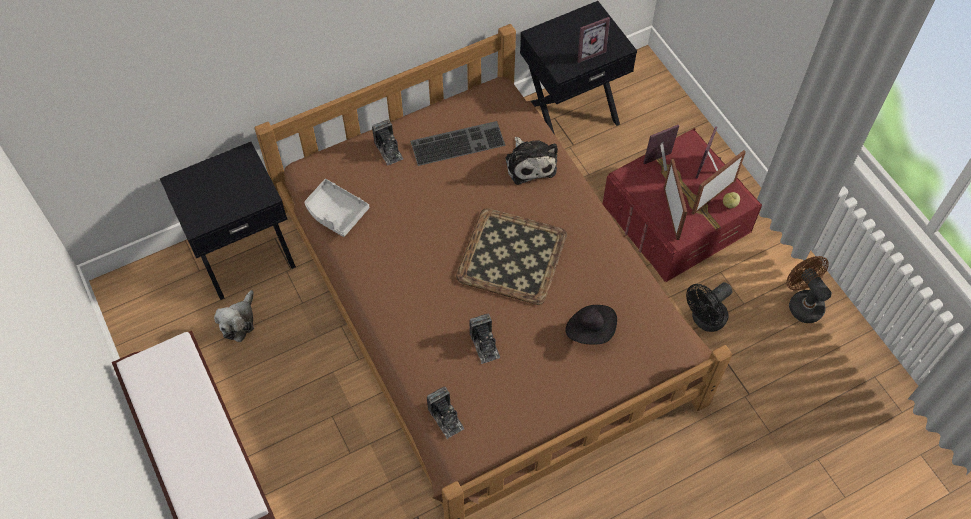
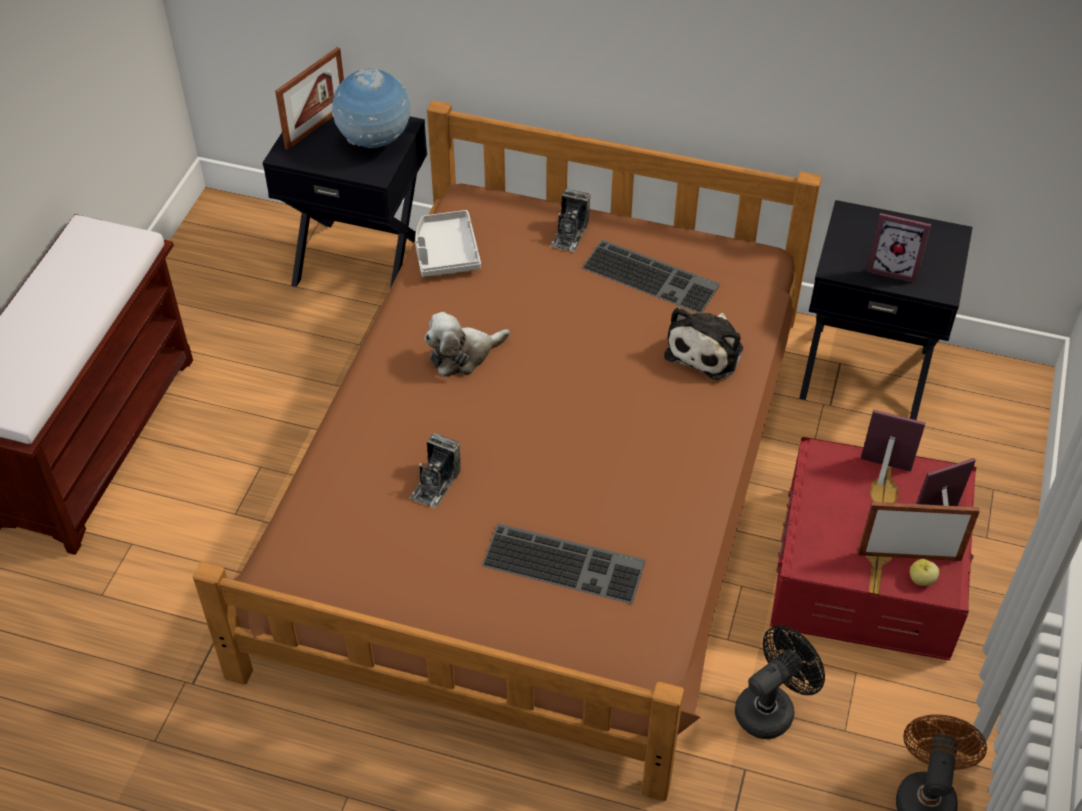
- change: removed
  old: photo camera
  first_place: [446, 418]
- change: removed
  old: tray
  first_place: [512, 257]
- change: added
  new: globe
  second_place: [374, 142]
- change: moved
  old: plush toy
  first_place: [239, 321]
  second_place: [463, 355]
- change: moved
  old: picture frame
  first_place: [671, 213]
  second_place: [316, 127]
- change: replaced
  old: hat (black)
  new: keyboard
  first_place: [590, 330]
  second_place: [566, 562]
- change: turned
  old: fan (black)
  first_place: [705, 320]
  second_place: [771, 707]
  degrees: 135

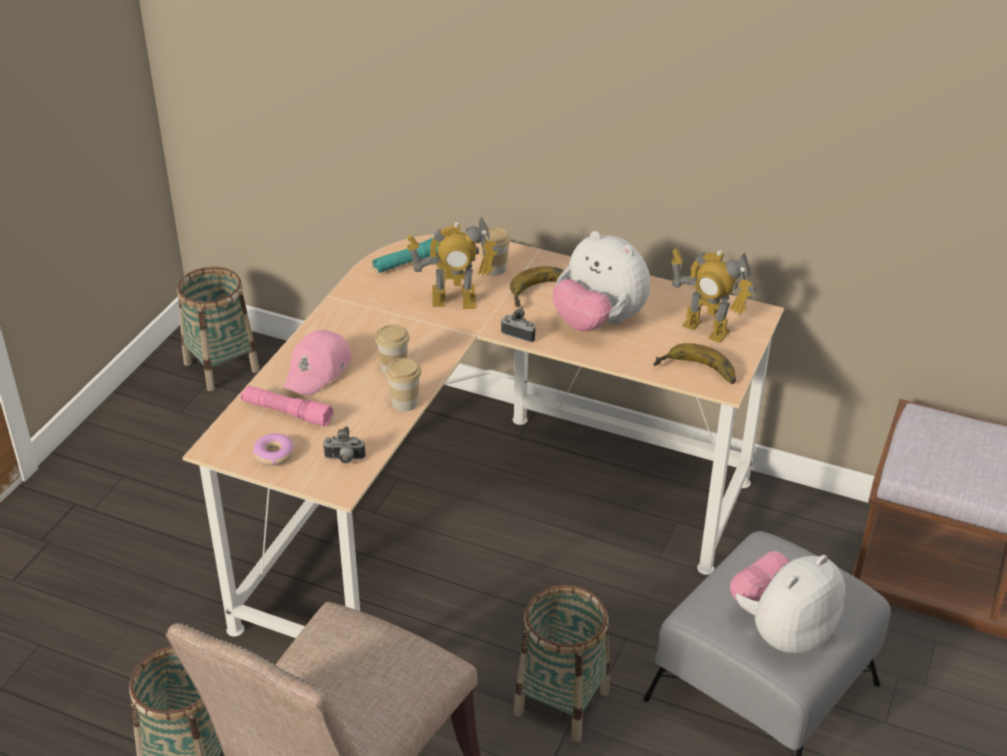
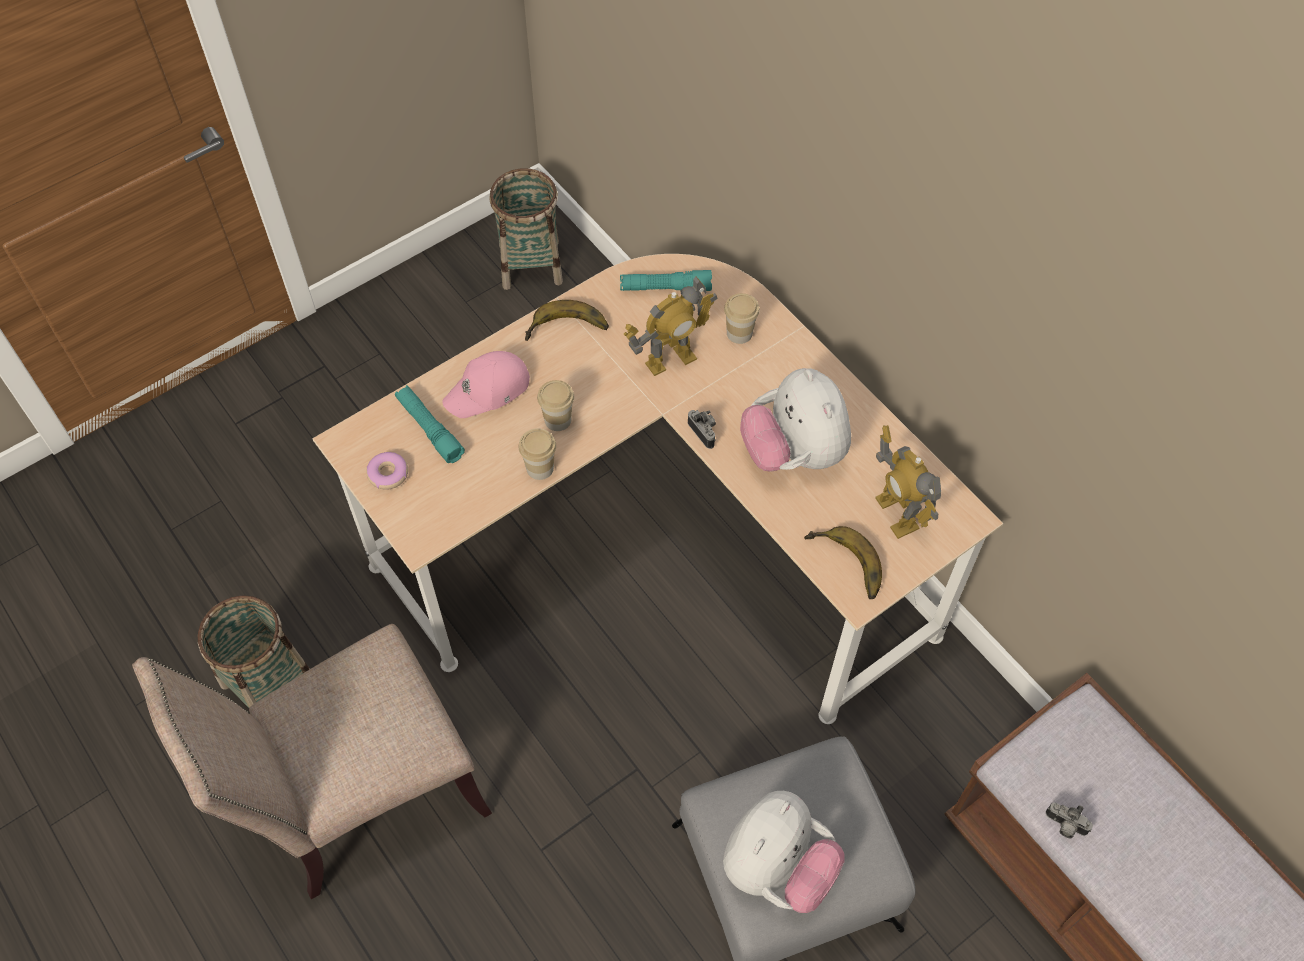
- change: removed
  old: basket
  first_place: [561, 702]
- change: moved
  old: photo camera
  first_place: [344, 459]
  second_place: [1064, 826]
- change: moved
  old: banana
  first_place: [543, 293]
  second_place: [567, 331]
- change: recoloured
  old: flashlight (pink)
  new: flashlight (turquoise)
  first_place: [287, 412]
  second_place: [429, 429]
- change: turned
  old: toy robot
  first_place: [454, 302]
  second_place: [670, 360]
  degrees: -60
- change: turned
  old: plush toy
  first_place: [781, 631]
  second_place: [777, 868]
  degrees: 135

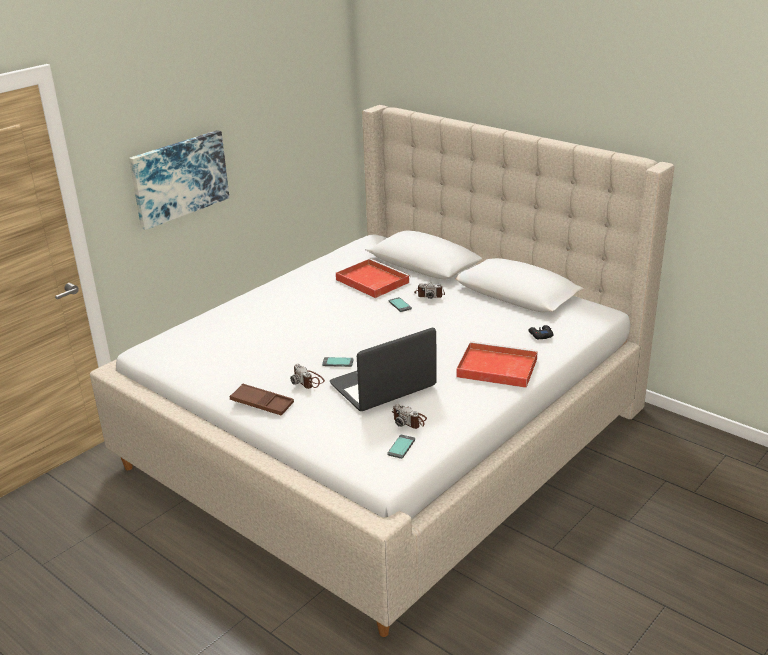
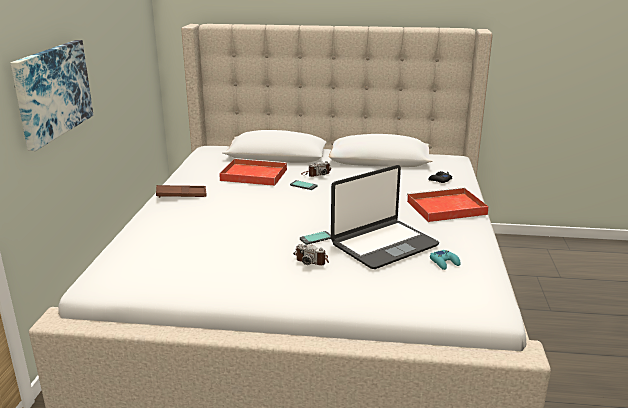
- change: removed
  old: phone
  first_place: [401, 447]
- change: moved
  old: tray (brown)
  first_place: [262, 403]
  second_place: [181, 195]
- change: replaced
  old: photo camera
  new: game controller (turquoise)
  first_place: [409, 420]
  second_place: [444, 262]
- change: turned
  old: laptop
  first_place: [383, 386]
  second_place: [383, 244]
  degrees: -150

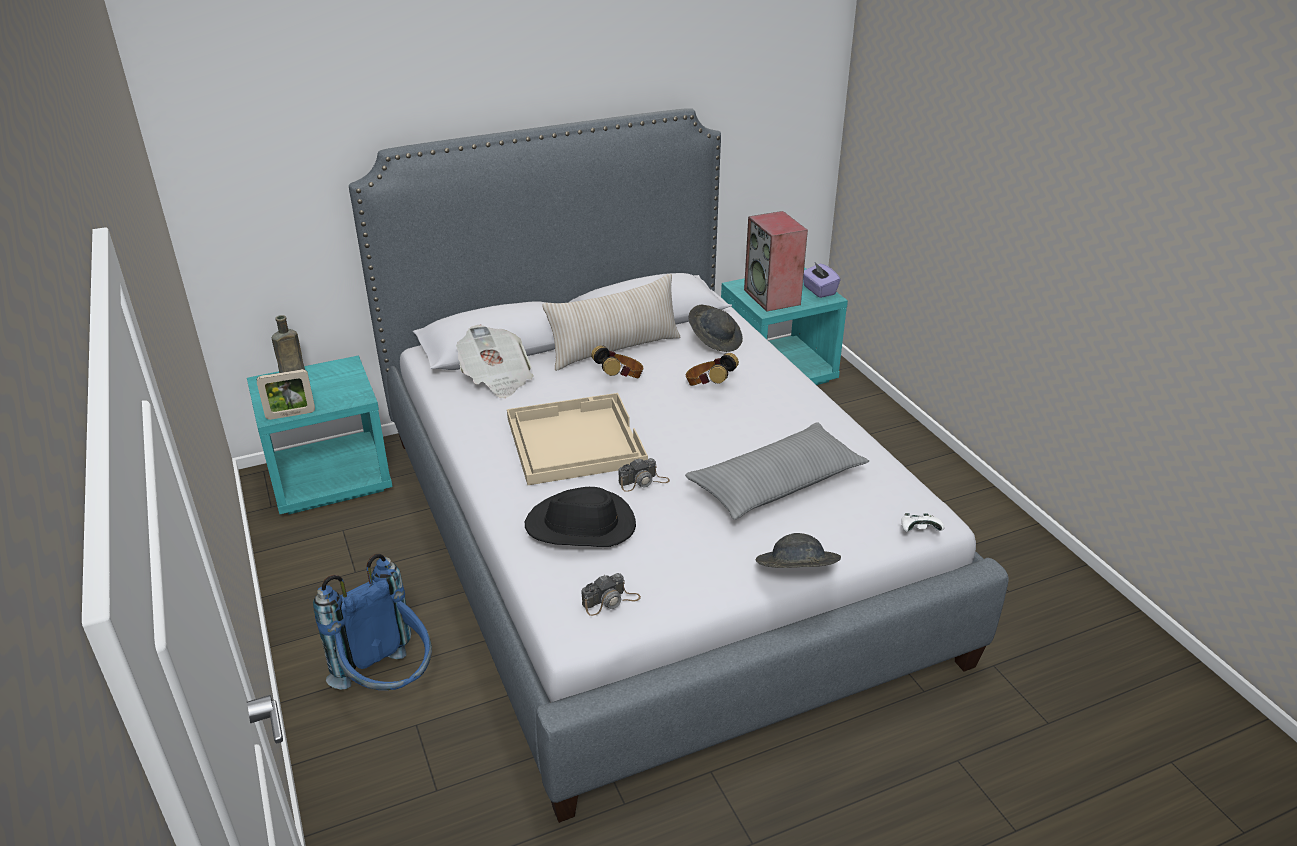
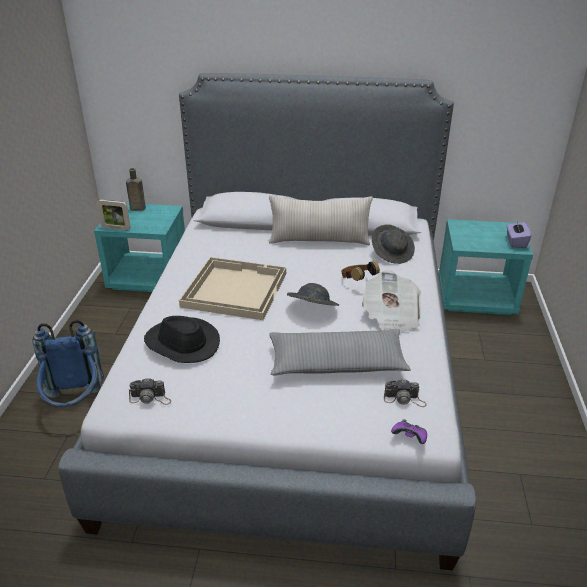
- change: removed
  old: headphones
  first_place: [620, 378]
- change: removed
  old: speaker
  first_place: [773, 297]
- change: moved
  old: newspaper
  first_place: [496, 378]
  second_place: [390, 318]
- change: moved
  old: photo camera
  first_place: [643, 481]
  second_place: [404, 399]
- change: moved
  old: hat (grey)
  first_place: [795, 574]
  second_place: [312, 309]
- change: recoloured
  old: game controller (white)
  new: game controller (purple)
  first_place: [919, 531]
  second_place: [409, 438]

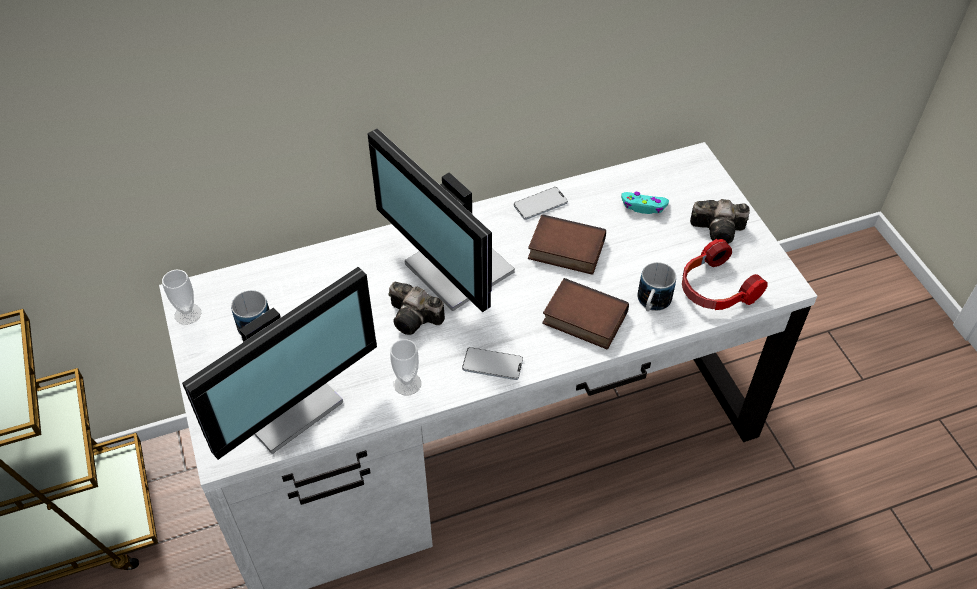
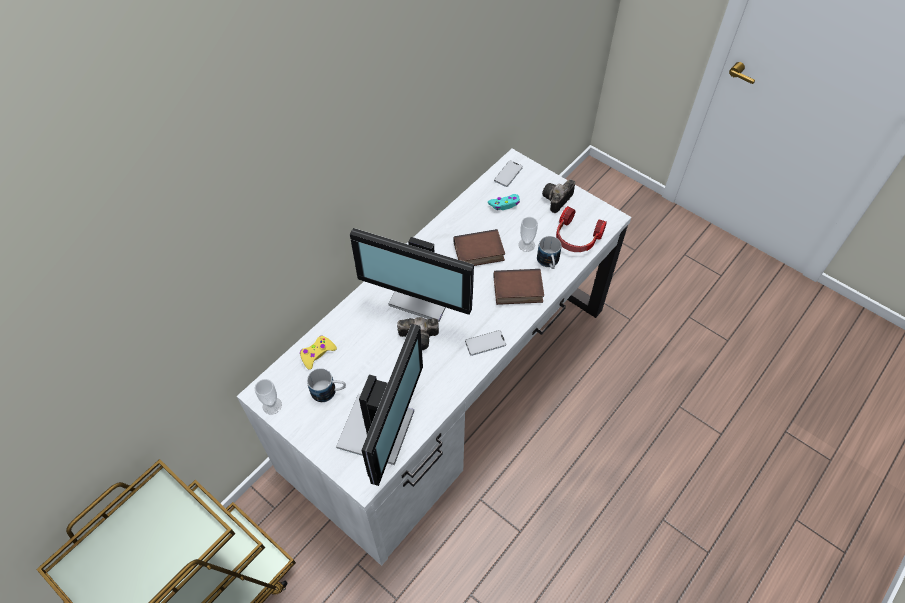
- change: added
  new: game controller (yellow)
  second_place: [317, 354]
- change: moved
  old: cup
  first_place: [407, 384]
  second_place: [526, 245]
- change: moved
  old: phone
  first_place: [540, 204]
  second_place: [508, 174]
- change: turned
  old: photo camera
  first_place: [720, 230]
  second_place: [556, 200]
  degrees: 150

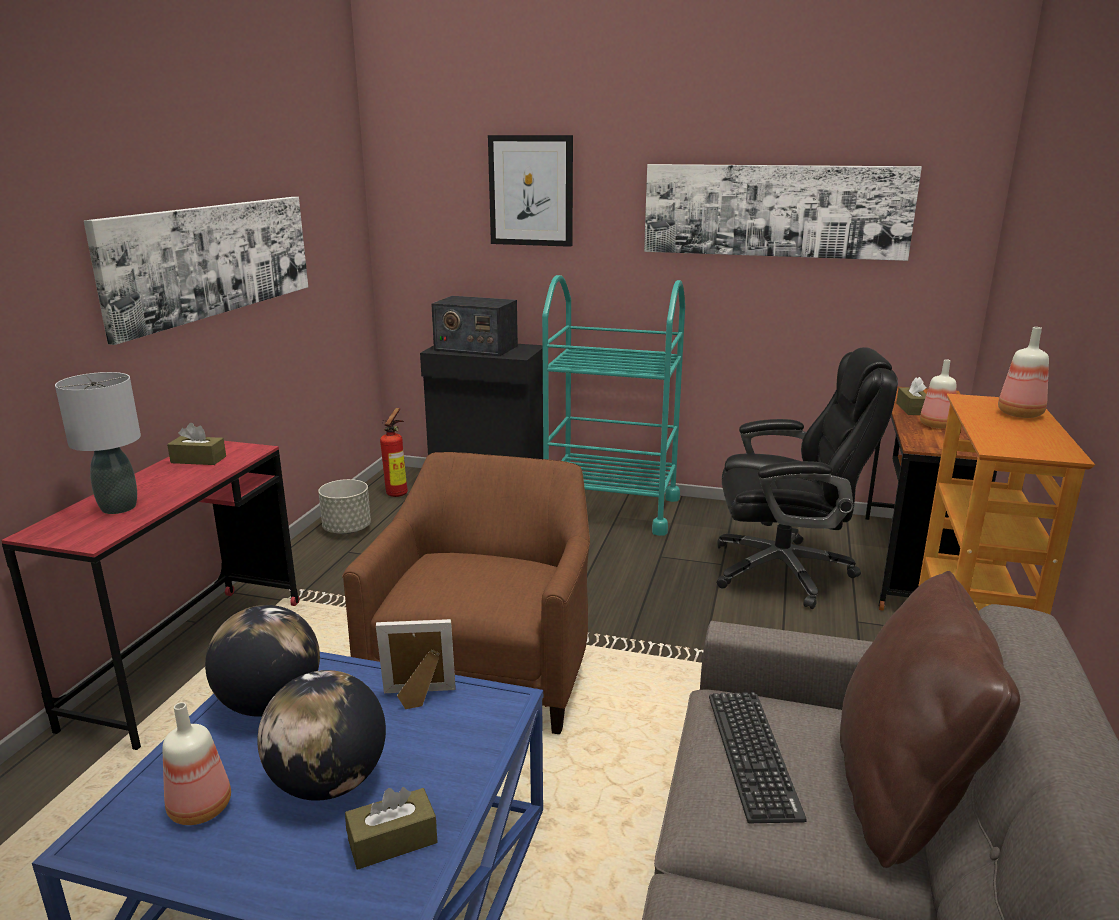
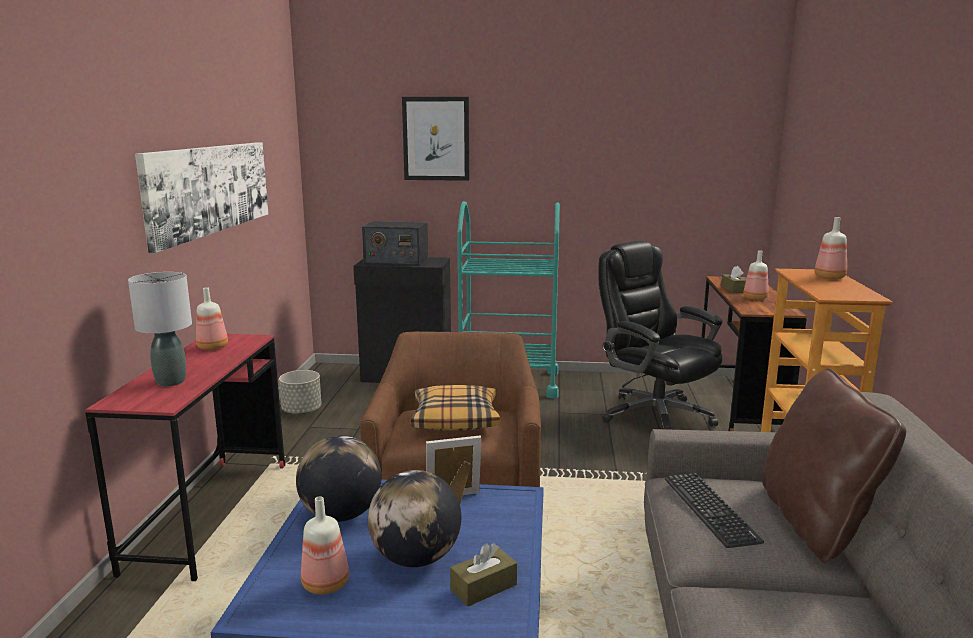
- change: removed
  old: fire extinguisher
  first_place: [399, 492]
- change: removed
  old: picture
  first_place: [775, 211]
- change: added
  new: pillow
  second_place: [455, 419]
- change: replaced
  old: tissue box (brown)
  new: bottle
  first_place: [198, 459]
  second_place: [213, 347]
- change: turned
  old: office chair (black)
  first_place: [785, 571]
  second_place: [654, 415]
  degrees: -120

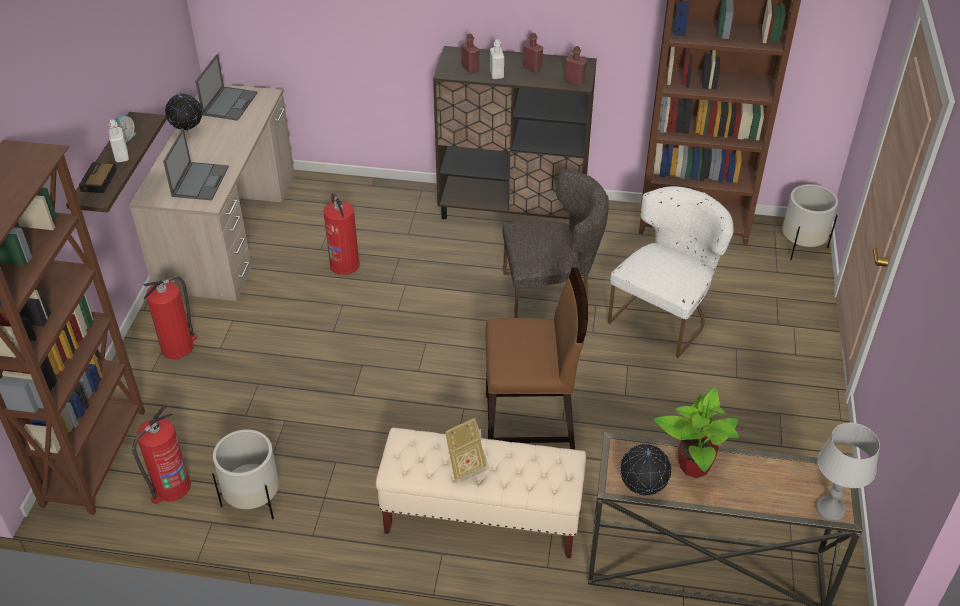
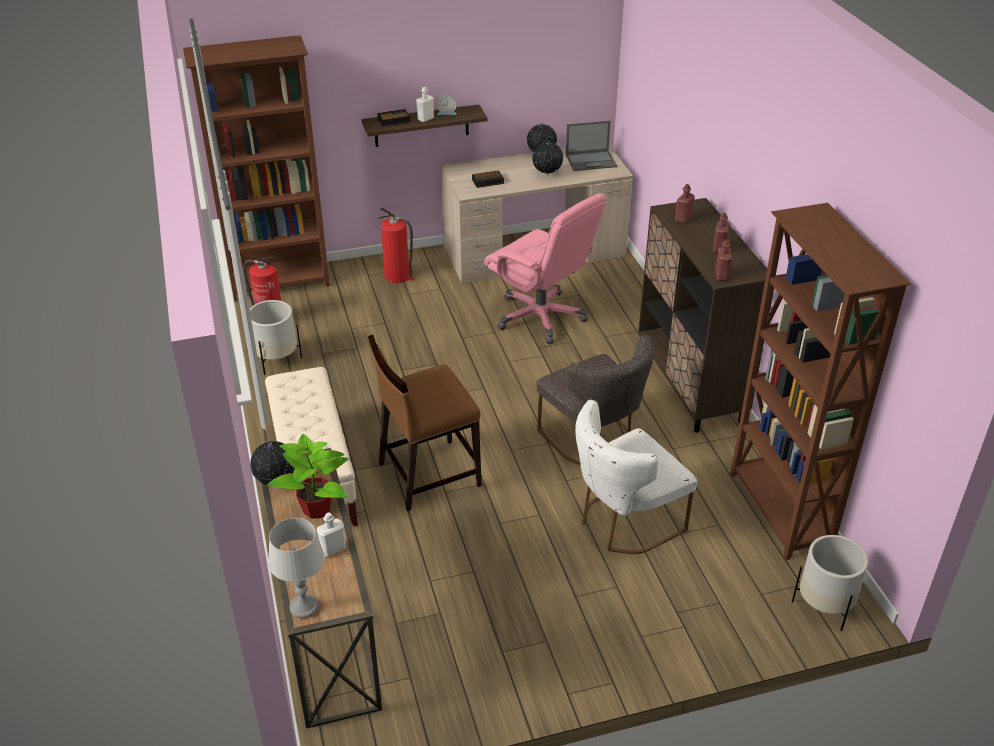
- change: removed
  old: book
  first_place: [467, 459]
- change: added
  new: globe
  second_place: [547, 175]
- change: moved
  old: bottle (white)
  first_place: [496, 74]
  second_place: [333, 549]
- change: replaced
  old: laptop
  new: alarm clock
  first_place: [200, 181]
  second_place: [488, 181]
- change: replaced
  old: fire extinguisher
  new: office chair (pink)
  first_place: [344, 264]
  second_place: [541, 317]
- change: turned
  old: chair (brown)
  first_place: [531, 425]
  second_place: [428, 474]
  degrees: 90
- change: turned
  old: chair (white)
  first_place: [664, 316]
  second_place: [624, 523]
  degrees: 135

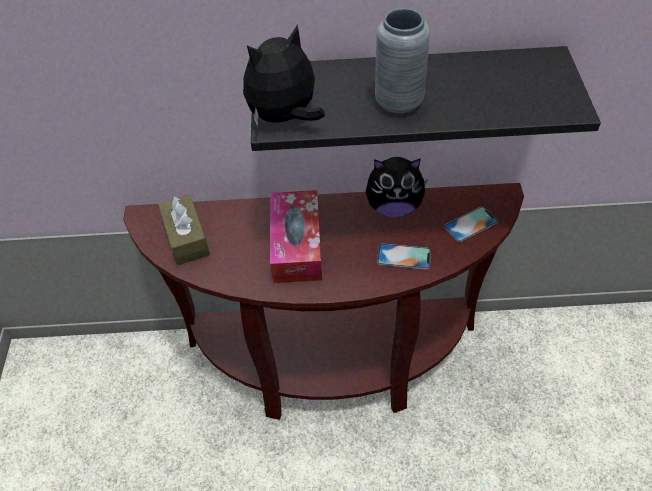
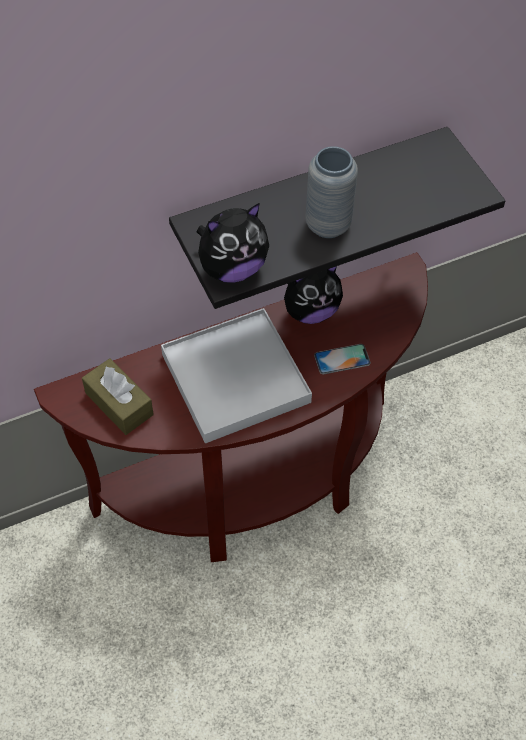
- change: removed
  old: phone
  first_place: [470, 224]
- change: replaced
  old: tissue box
  new: tray (white)
  first_place: [296, 245]
  second_place: [235, 378]
- change: turned
  old: plush toy
  first_place: [285, 118]
  second_place: [232, 268]
  degrees: -150

